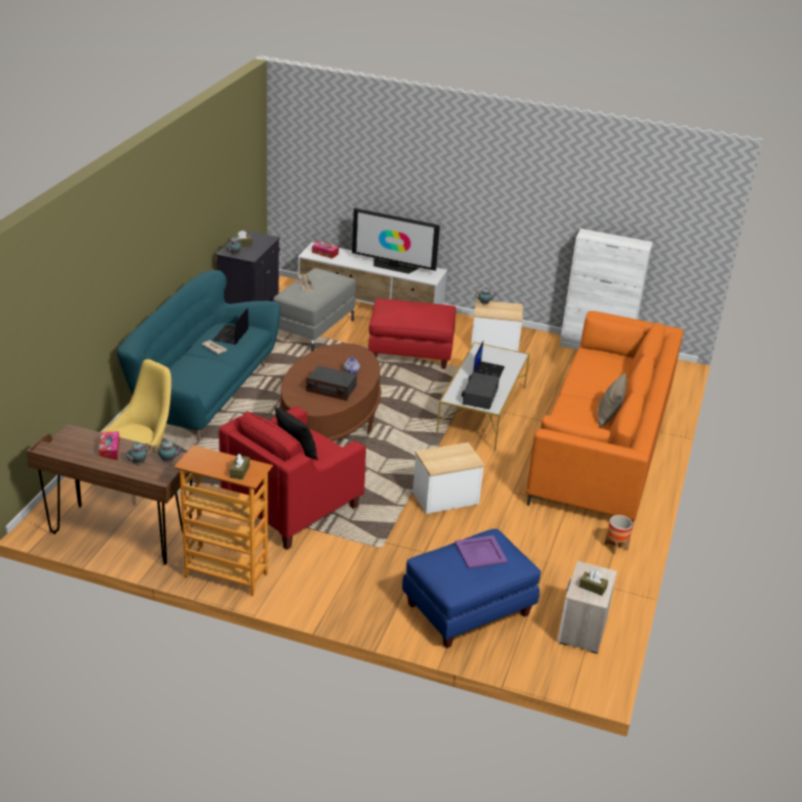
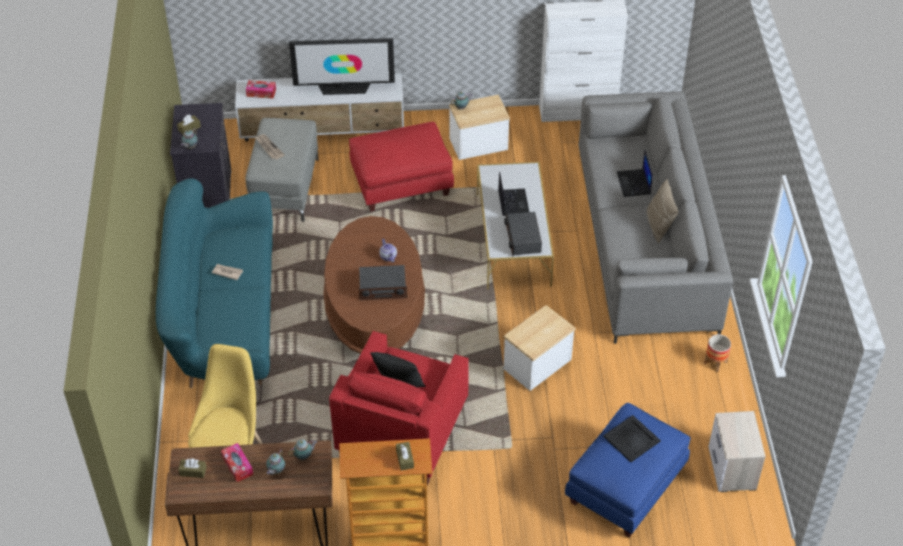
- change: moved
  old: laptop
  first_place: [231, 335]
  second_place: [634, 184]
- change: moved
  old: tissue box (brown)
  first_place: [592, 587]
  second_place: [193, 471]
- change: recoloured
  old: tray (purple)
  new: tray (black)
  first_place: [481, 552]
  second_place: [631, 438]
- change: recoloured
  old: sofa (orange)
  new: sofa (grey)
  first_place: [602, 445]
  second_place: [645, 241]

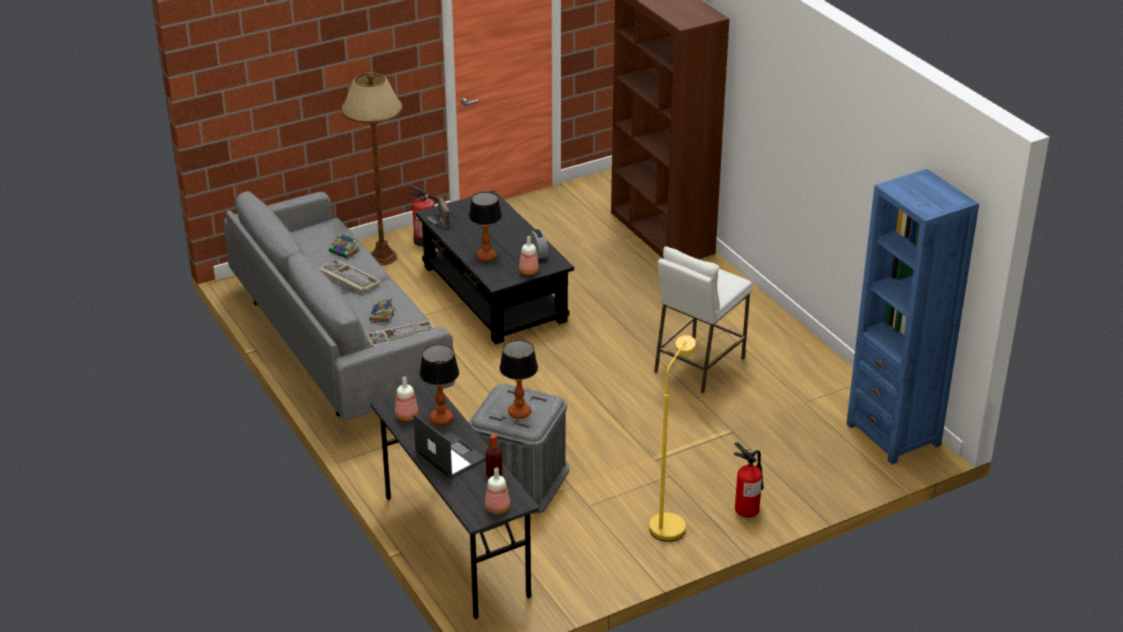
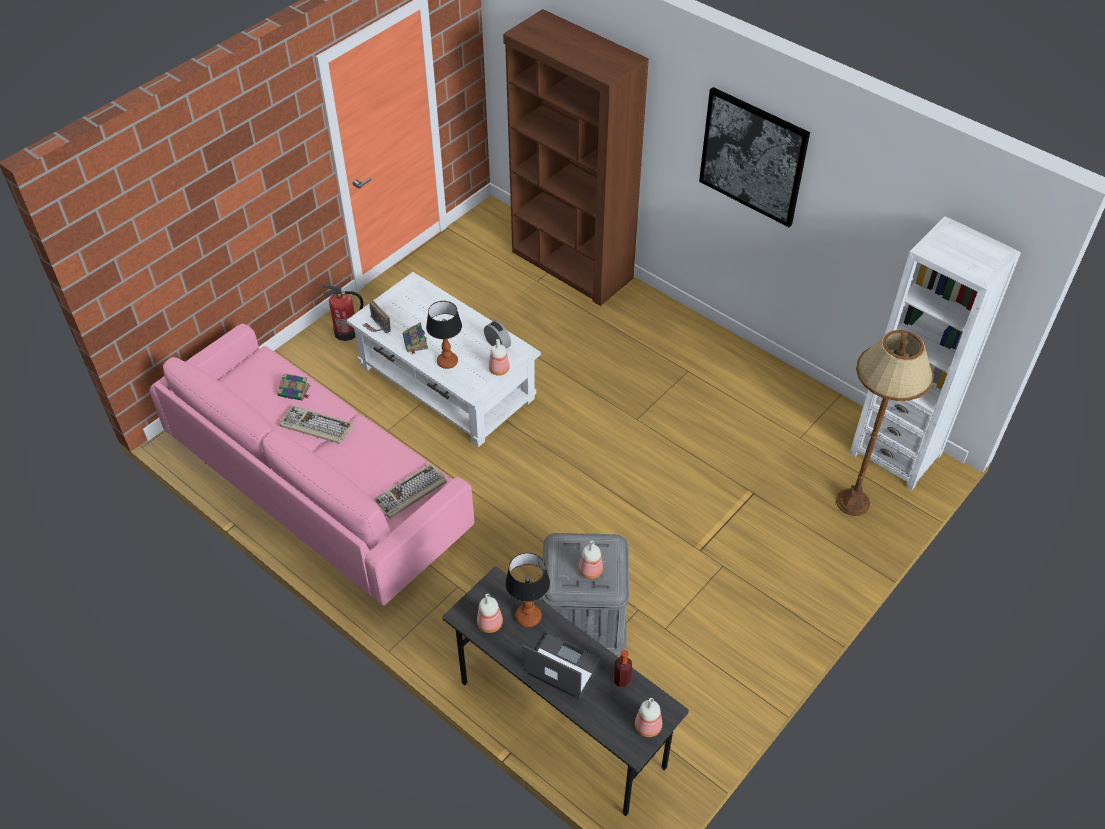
- change: removed
  old: floor lamp (yellow)
  first_place: [669, 522]
- change: removed
  old: stool (white)
  first_place: [698, 365]
- change: removed
  old: fire extinguisher
  first_place: [748, 510]
- change: added
  new: picture
  second_place: [753, 157]
- change: moved
  old: floor lamp (brown)
  first_place: [382, 257]
  second_place: [853, 502]
- change: moved
  old: book
  first_place: [382, 315]
  second_place: [415, 342]
- change: replaced
  old: table lamp
  new: bottle
  first_place: [519, 413]
  second_place: [590, 571]
- change: recoloured
  old: sofa (grey)
  new: sofa (pink)
  first_place: [340, 343]
  second_place: [320, 490]
- change: recoloured
  old: coffee table (black)
  new: coffee table (white)
  first_place: [494, 293]
  second_place: [446, 382]
- change: recoloured
  old: bookcase (blue)
  new: bookcase (white)
  first_place: [893, 434]
  second_place: [895, 454]

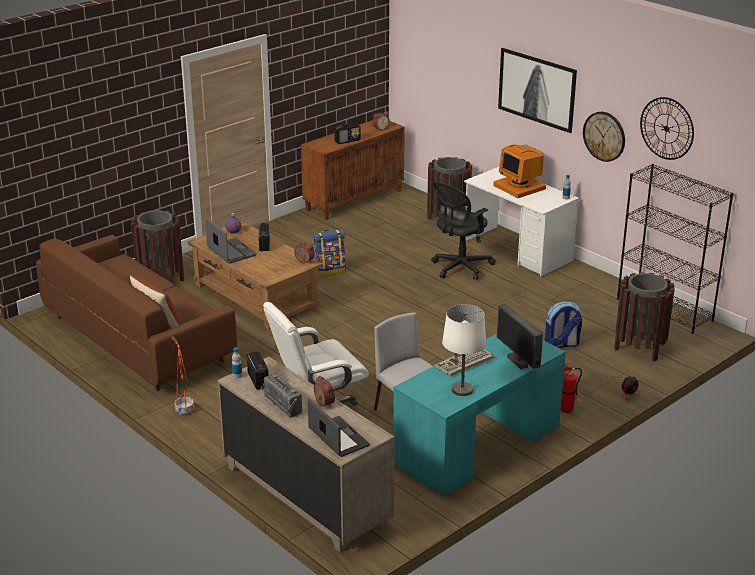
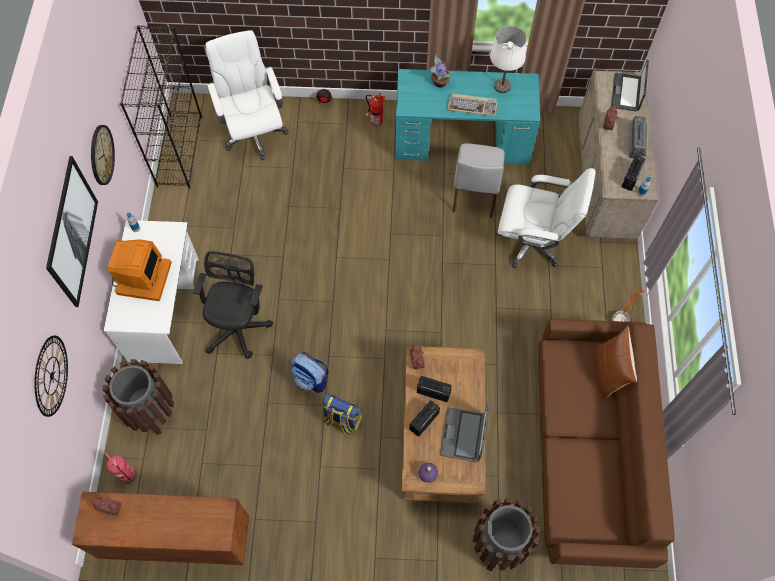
- change: added
  new: fire extinguisher
  second_place: [128, 475]
- change: moved
  old: radio
  first_place: [347, 141]
  second_place: [433, 392]
- change: moved
  old: backpack
  first_place: [561, 344]
  second_place: [311, 379]
- change: moved
  old: wall clock
  first_place: [666, 128]
  second_place: [51, 375]
- change: replaced
  old: monitor
  new: potted plant
  first_place: [518, 362]
  second_place: [439, 82]
- change: replaced
  old: trash can (brown)
  new: office chair (white)
  first_place: [640, 348]
  second_place: [254, 132]
- change: turned
  old: office chair (black)
  first_place: [459, 268]
  second_place: [239, 326]
  degrees: -75

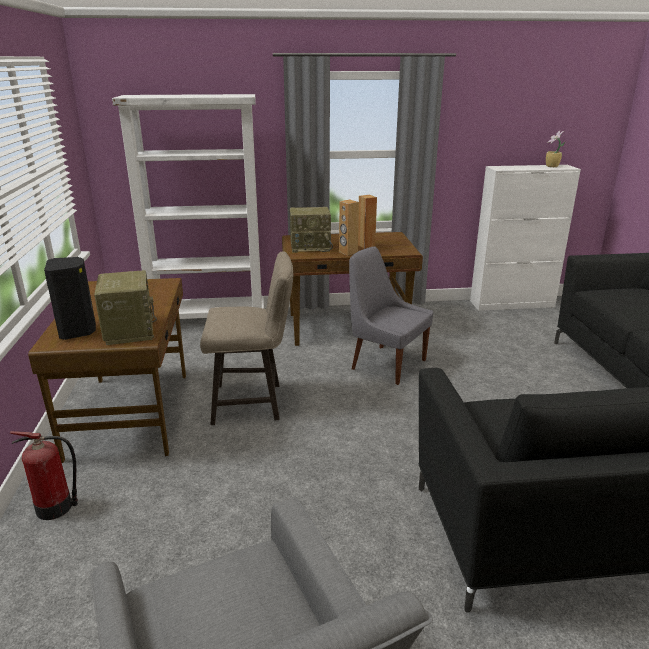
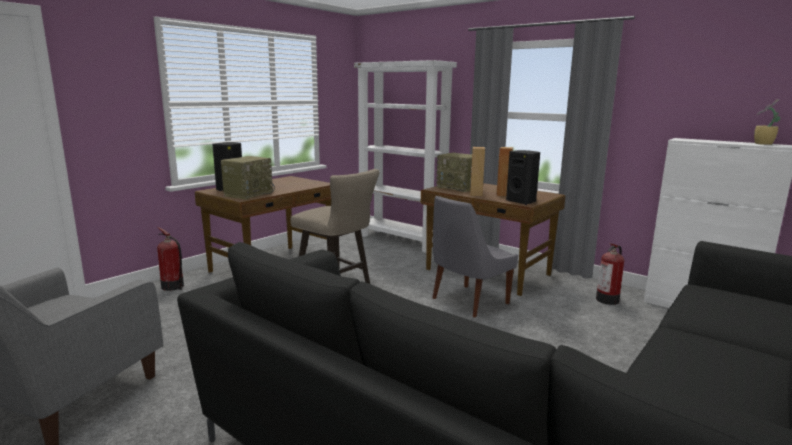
- change: added
  new: speaker (black)
  second_place: [521, 201]
- change: added
  new: fire extinguisher
  second_place: [608, 299]
- change: turned
  old: chair (grey)
  first_place: [386, 364]
  second_place: [468, 302]
  degrees: -120

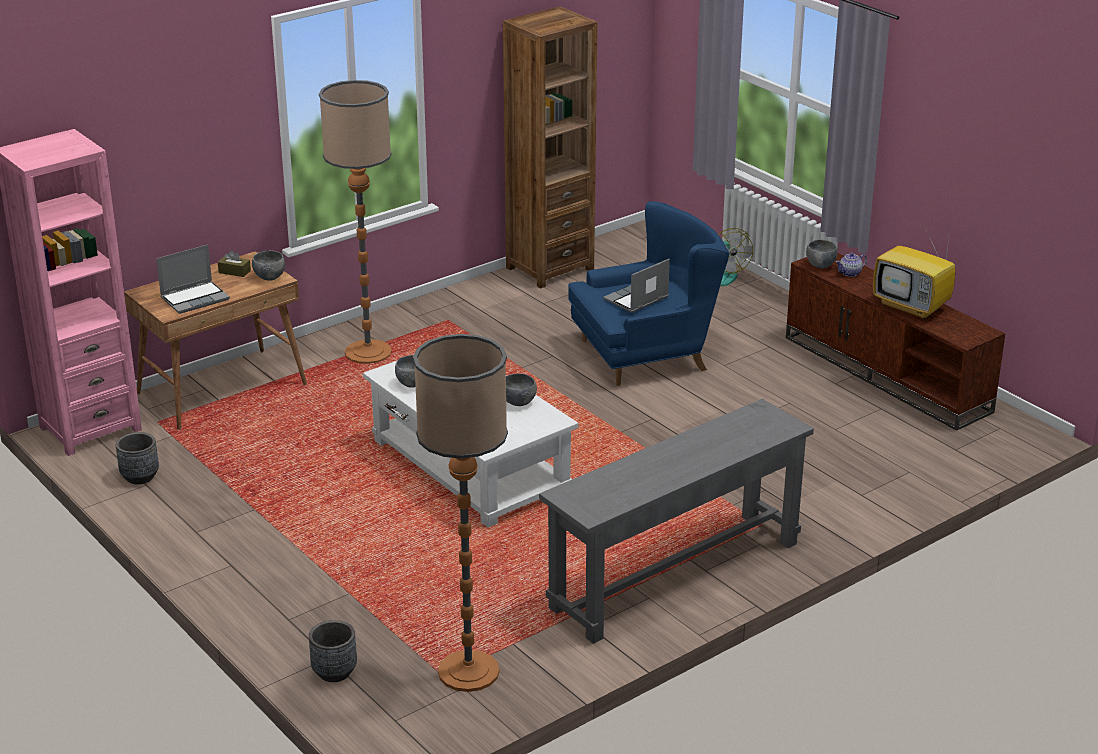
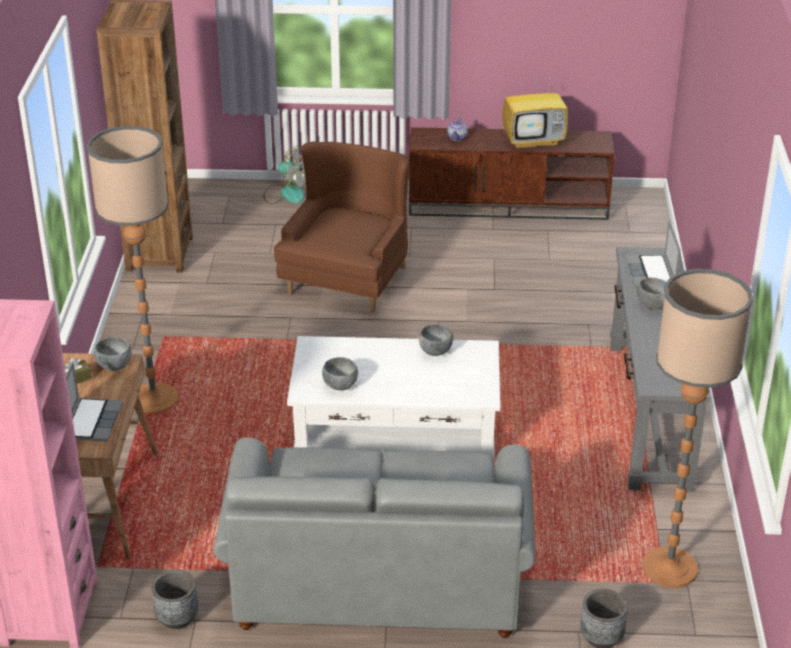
- change: added
  new: sofa (grey)
  second_place: [378, 574]
- change: moved
  old: laptop
  first_place: [636, 299]
  second_place: [651, 273]
- change: moved
  old: bowl (grey)
  first_place: [820, 265]
  second_place: [652, 306]
- change: recoloured
  old: armchair (blue)
  new: armchair (brown)
  first_place: [647, 354]
  second_place: [349, 278]

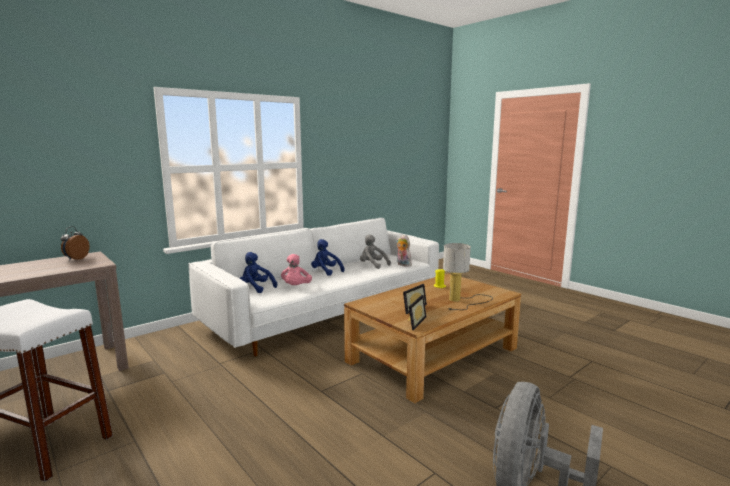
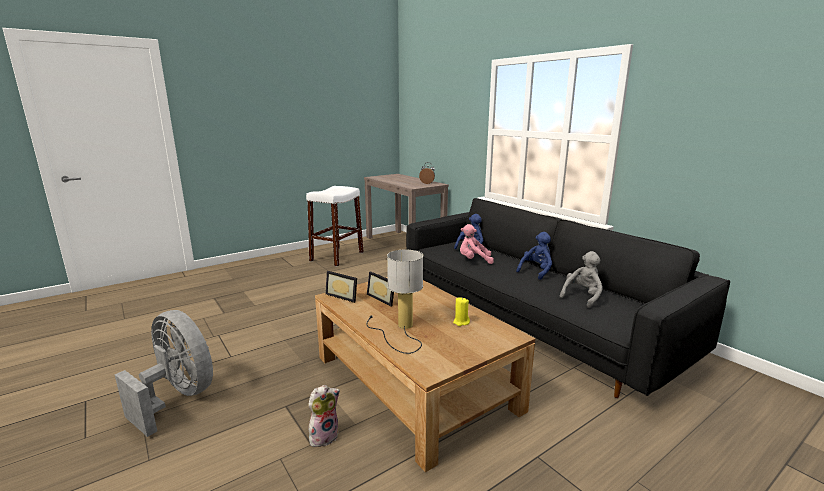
- change: moved
  old: plush toy
  first_place: [403, 265]
  second_place: [324, 436]
- change: recoloured
  old: sofa (white)
  new: sofa (black)
  first_place: [326, 313]
  second_place: [530, 320]

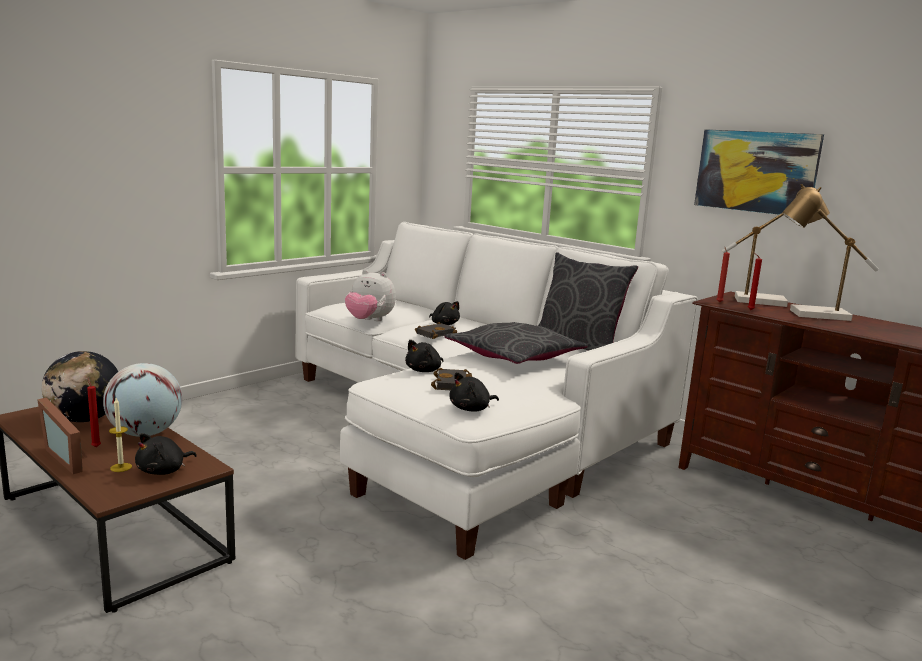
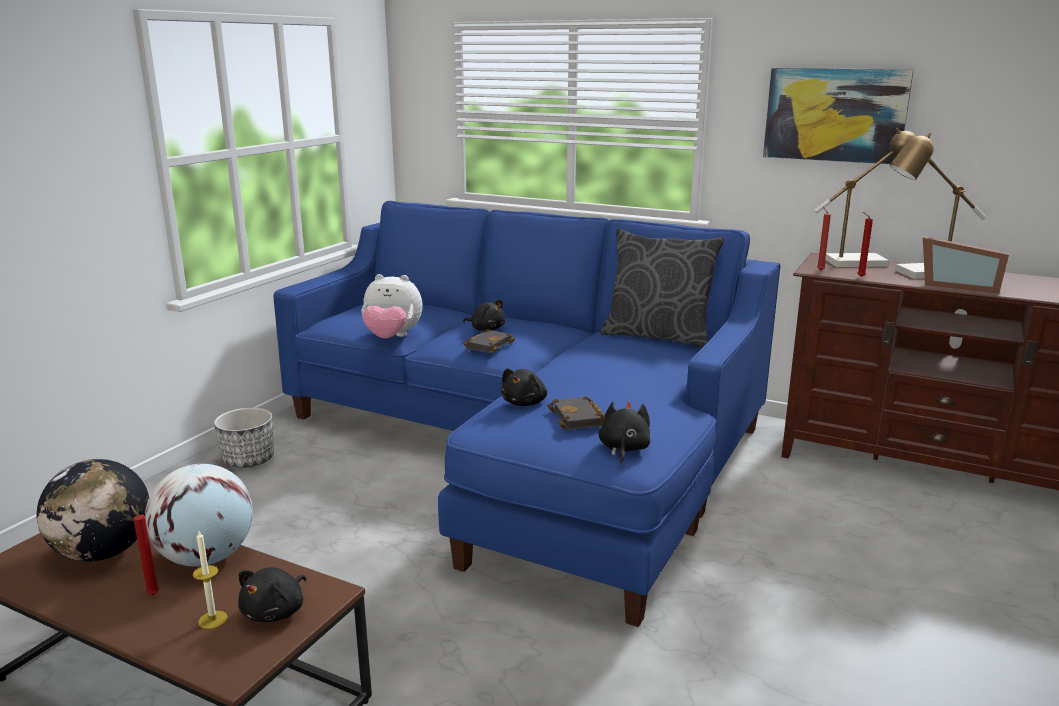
- change: removed
  old: pillow (grey)
  first_place: [514, 356]
- change: added
  new: planter
  second_place: [249, 460]
- change: moved
  old: picture frame
  first_place: [70, 457]
  second_place: [957, 286]
- change: recoloured
  old: sofa (white)
  new: sofa (blue)
  first_place: [467, 425]
  second_place: [529, 446]
- change: turned
  old: plush toy (black)
  first_place: [471, 409]
  second_place: [623, 449]
  degrees: 150

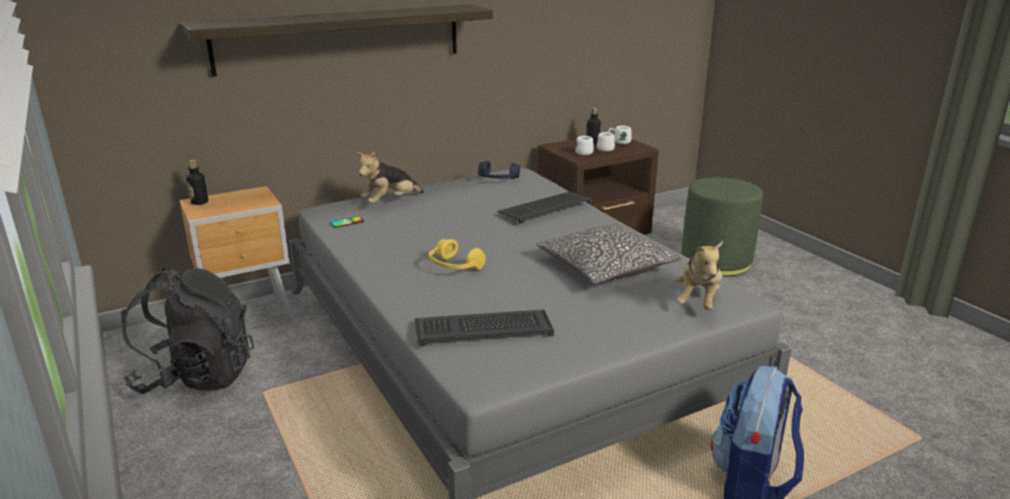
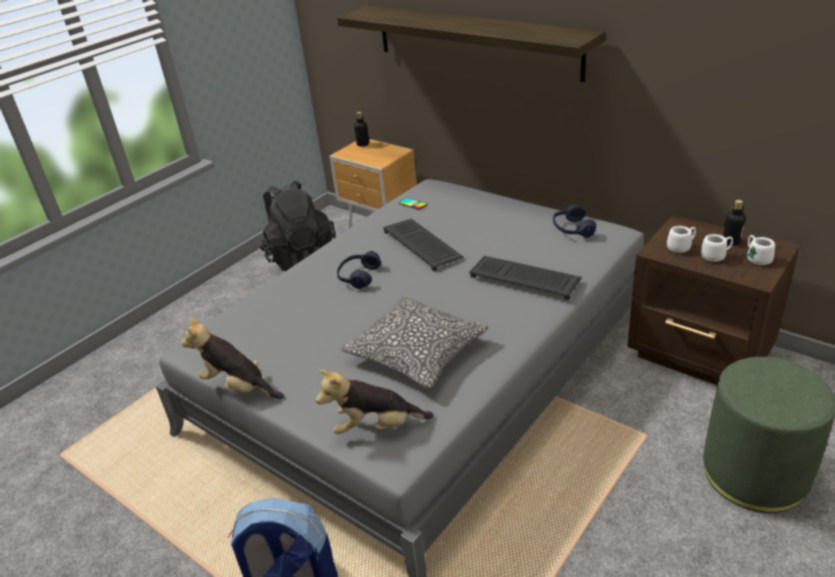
- change: moved
  old: plush toy
  first_place: [390, 202]
  second_place: [238, 387]
- change: moved
  old: keyboard
  first_place: [484, 328]
  second_place: [423, 245]
- change: recoloured
  old: headphones (yellow)
  new: headphones (blue)
  first_place: [455, 266]
  second_place: [359, 276]

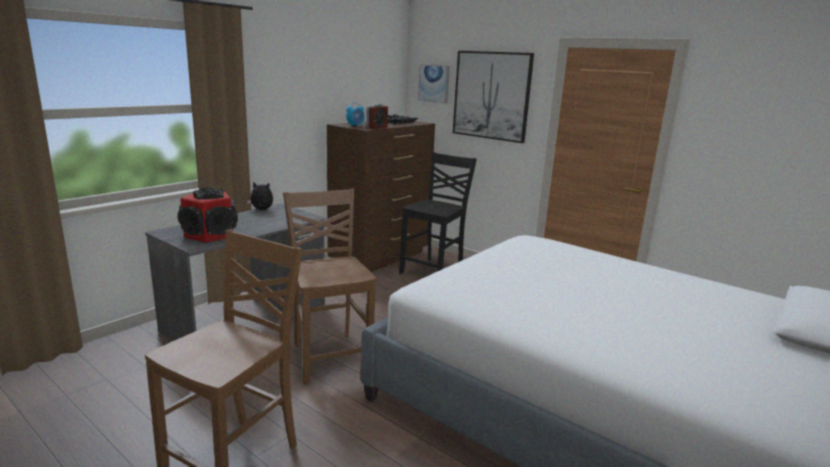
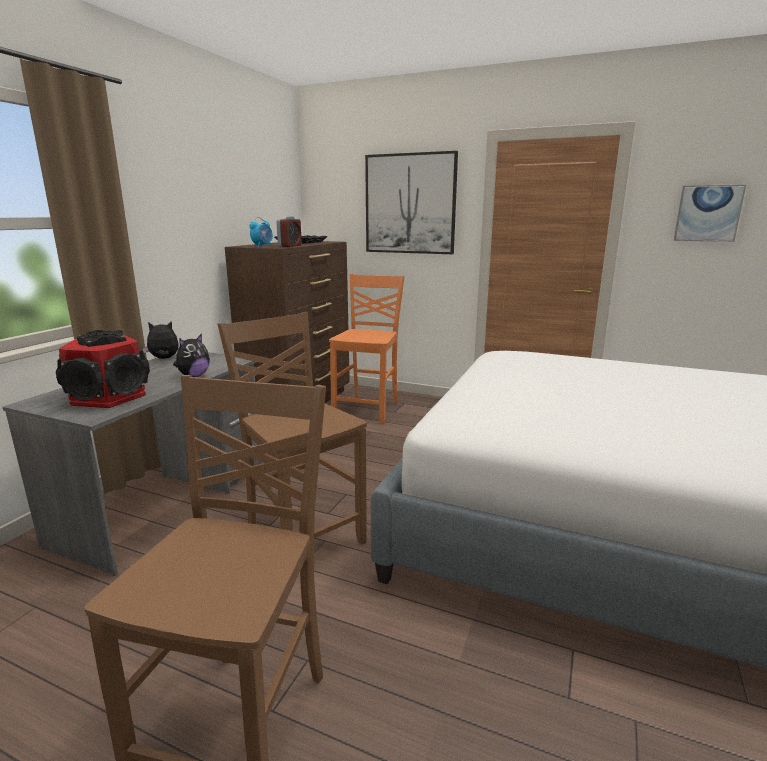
- change: added
  new: plush toy
  second_place: [193, 376]
- change: moved
  old: picture
  first_place: [434, 83]
  second_place: [708, 213]
- change: recoloured
  old: chair (black)
  new: chair (orange)
  first_place: [434, 271]
  second_place: [368, 409]

